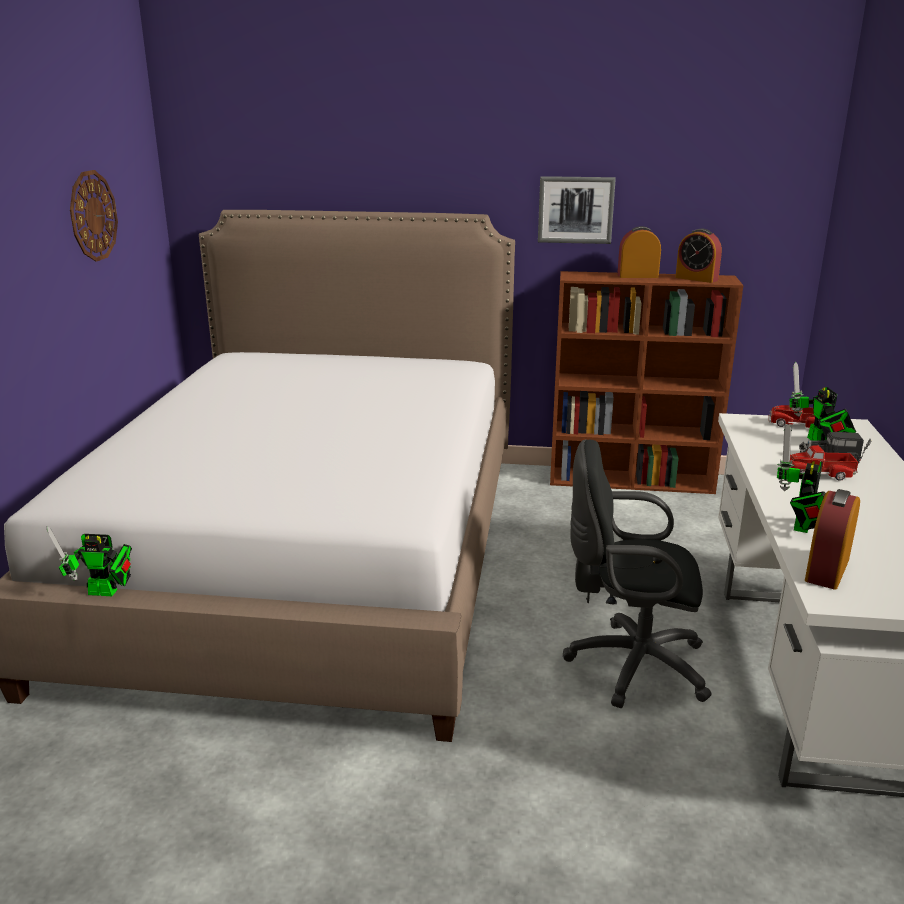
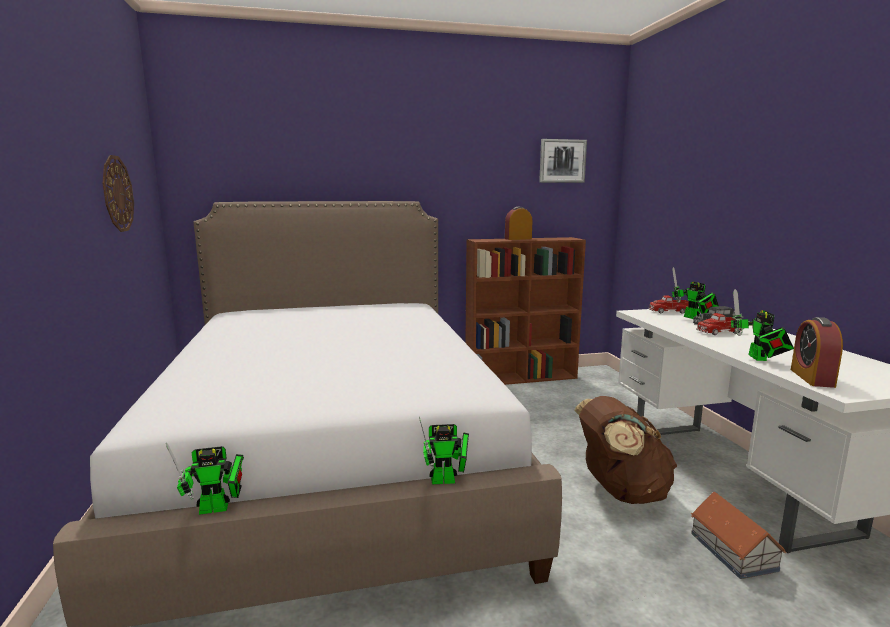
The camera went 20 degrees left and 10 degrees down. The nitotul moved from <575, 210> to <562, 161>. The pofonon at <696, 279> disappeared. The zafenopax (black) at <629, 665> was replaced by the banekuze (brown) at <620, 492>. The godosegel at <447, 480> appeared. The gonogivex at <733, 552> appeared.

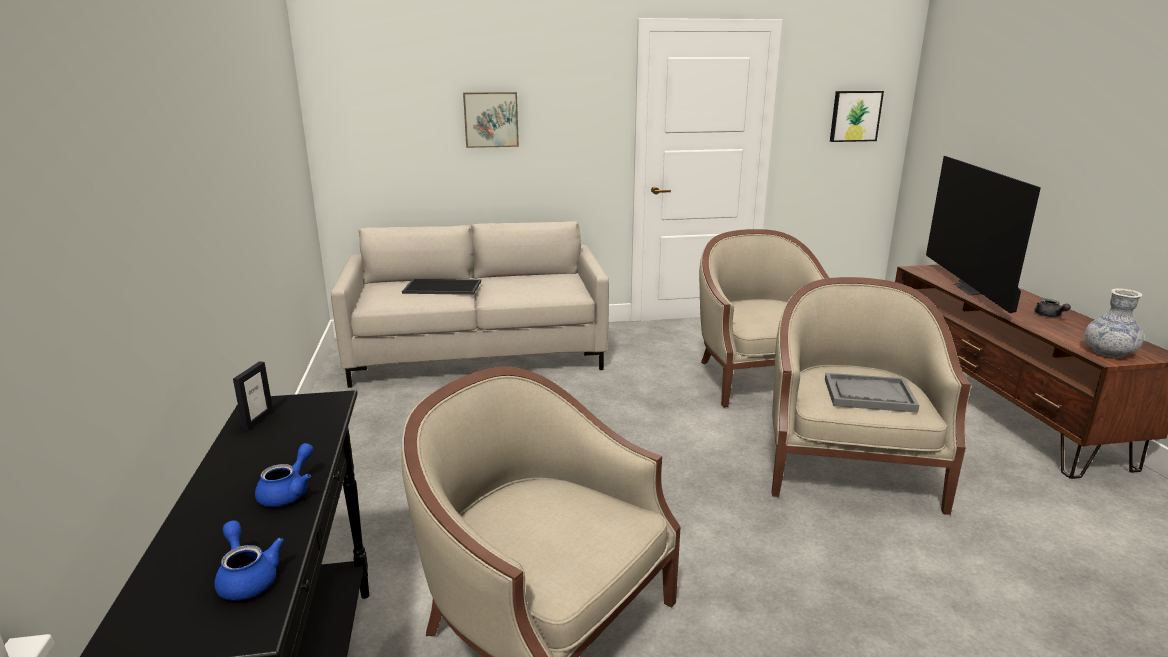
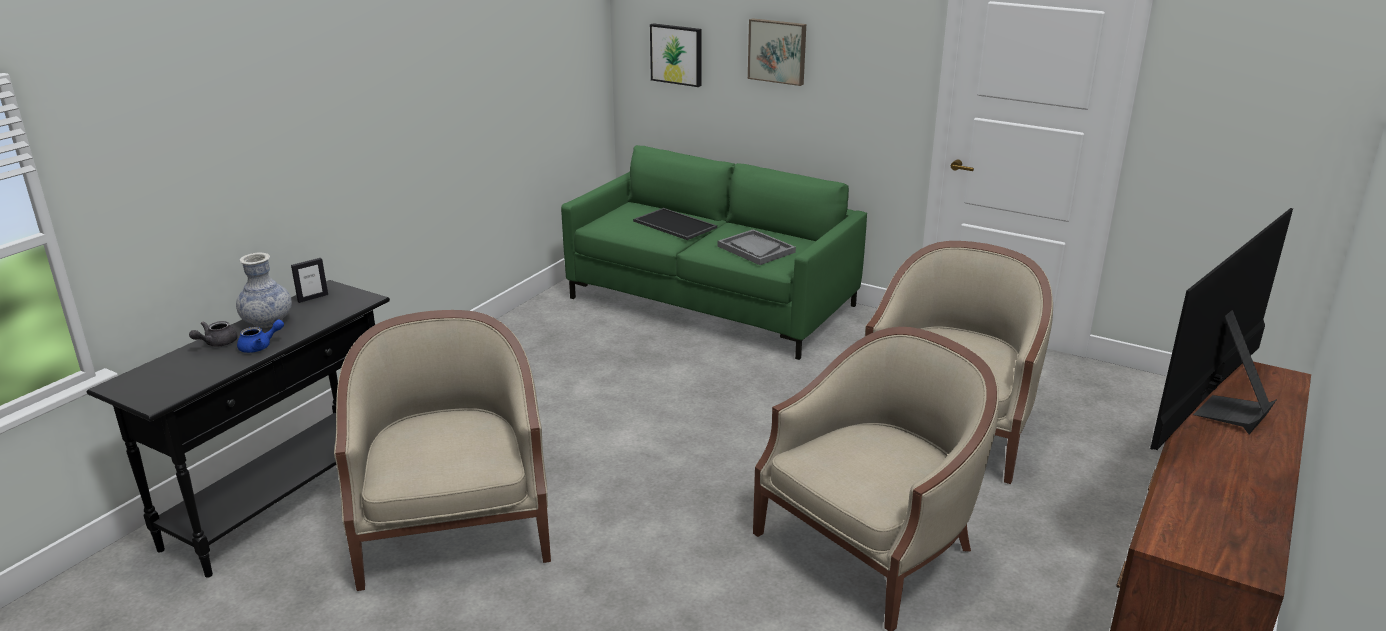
The camera went 40 degrees right and 5 degrees up. The nitotul moved from <855, 116> to <677, 54>. The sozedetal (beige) at <478, 353> became the sozedetal (green) at <712, 302>. The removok moved from <1108, 353> to <267, 321>. The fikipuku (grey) moved from <1049, 316> to <216, 343>. The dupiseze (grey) moved from <868, 395> to <756, 249>. The fikipuku (blue) at <247, 578> disappeared.

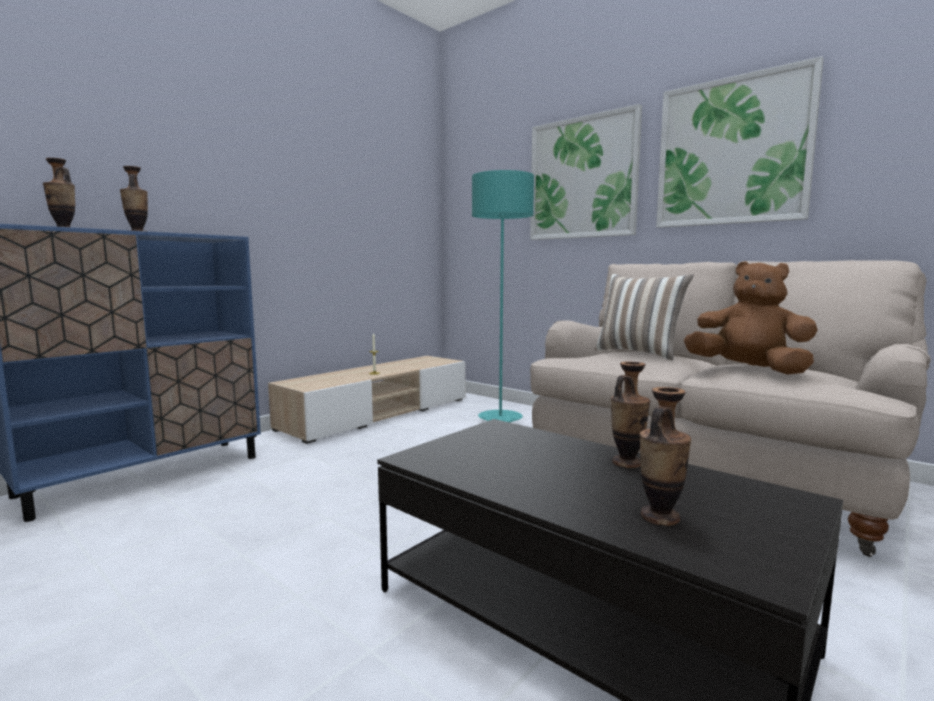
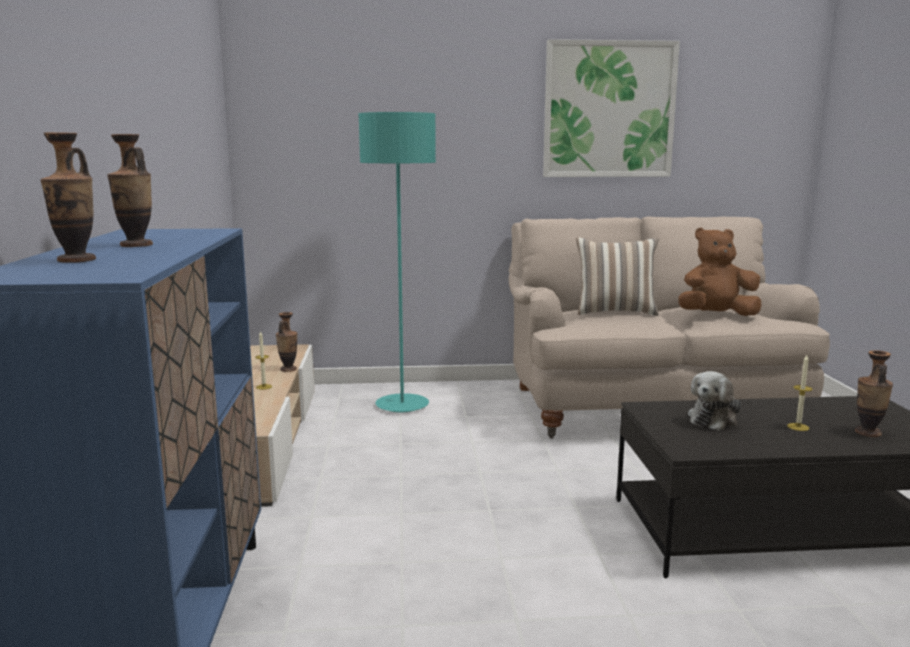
The camera went 45 degrees left and 5 degrees up. The nitotul at <582, 178> disappeared. The removok moved from <627, 463> to <288, 369>. The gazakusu at <798, 427> appeared. The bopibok at <714, 419> appeared.

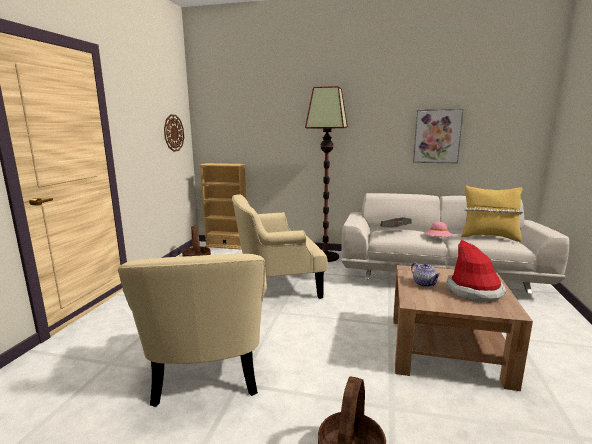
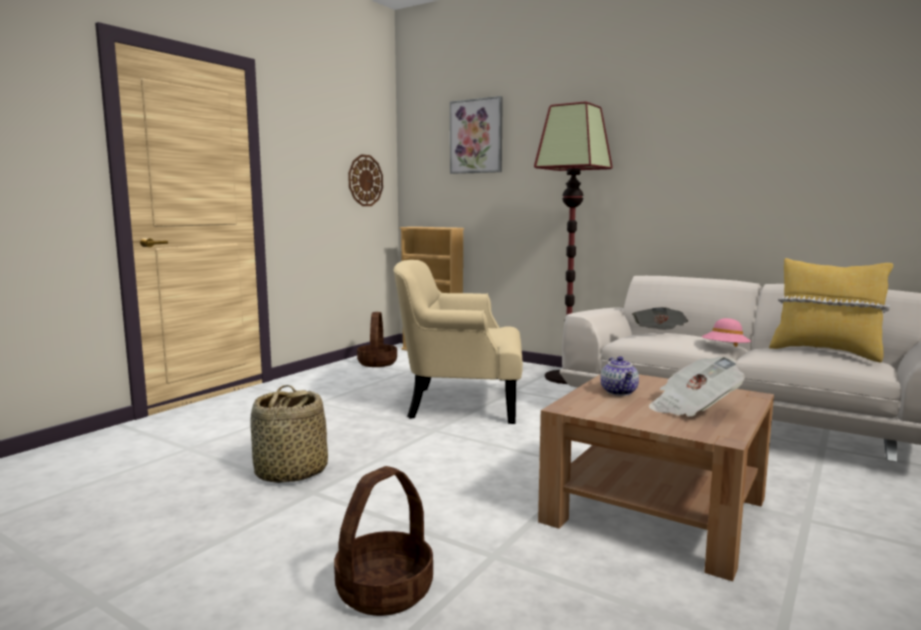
The camera went 20 degrees right and 5 degrees down. The nitotul moved from <437, 136> to <476, 136>. The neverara at <474, 291> was replaced by the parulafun at <692, 408>. The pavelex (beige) at <208, 369> was replaced by the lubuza at <290, 472>.

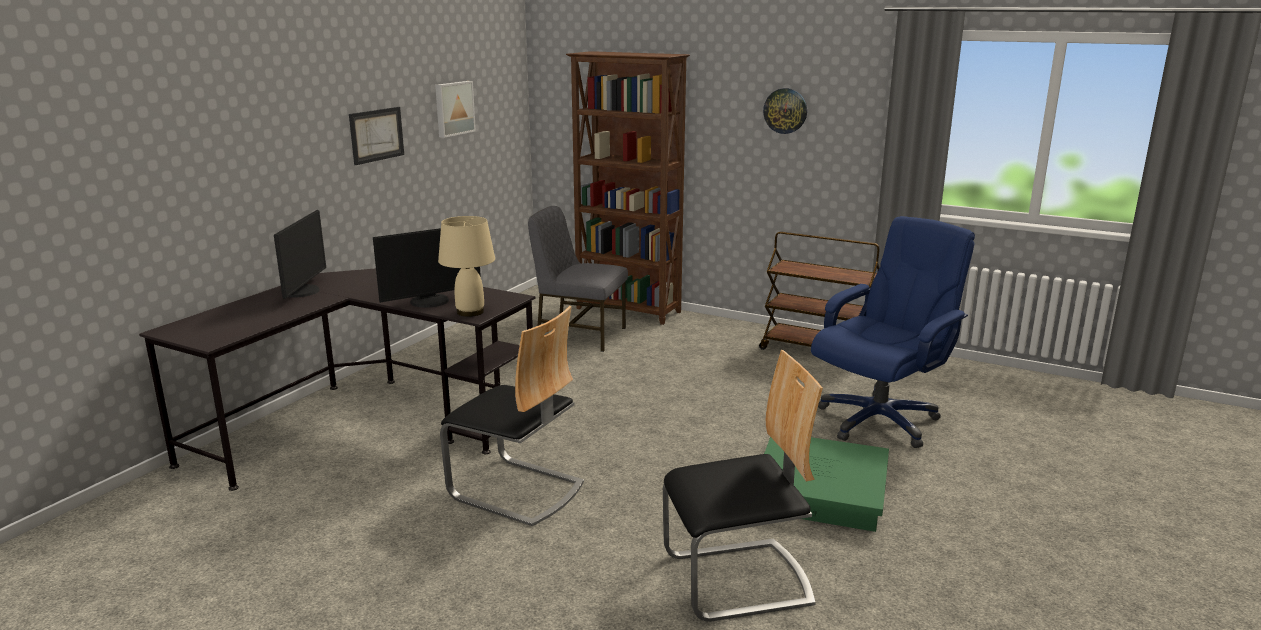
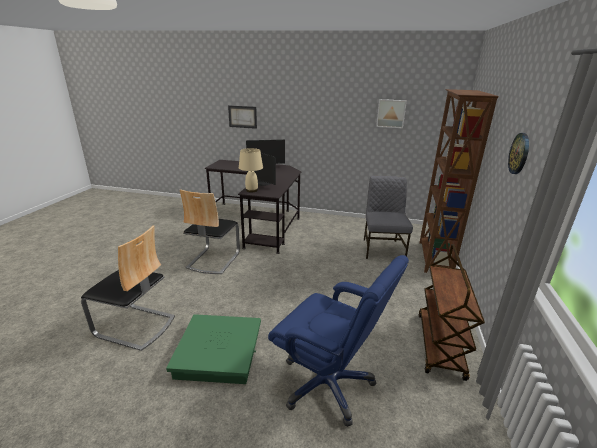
The camera went 75 degrees right and 5 degrees up. The nitotul moved from <376, 135> to <242, 117>. The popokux at <738, 580> turned 45 degrees counterclockwise.

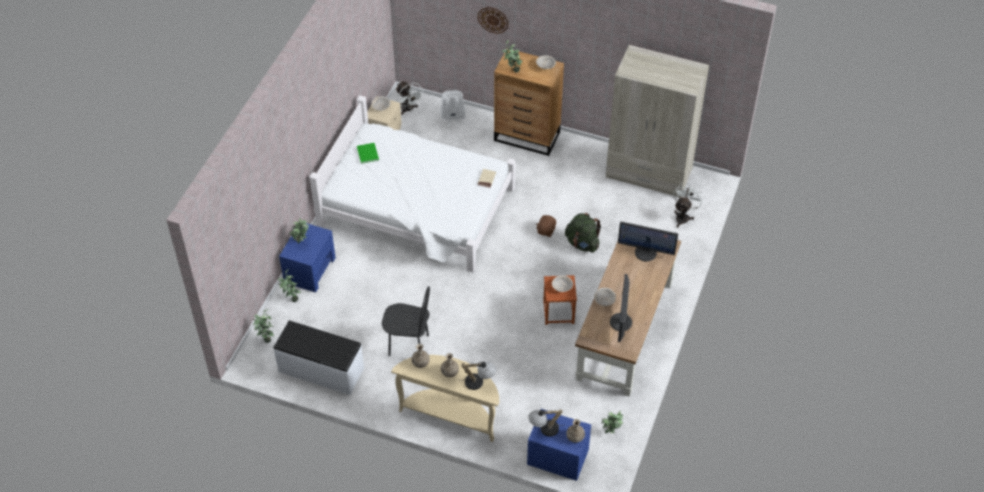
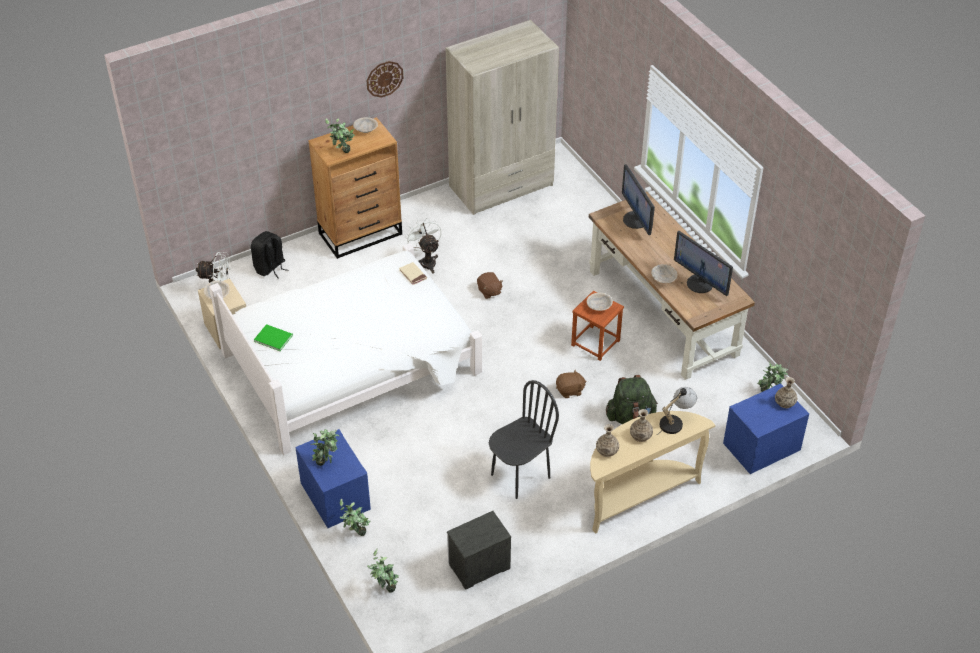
The camera went 50 degrees left and 5 degrees down. The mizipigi moved from <493, 20> to <384, 78>. The banekuze (white) at <452, 117> became the banekuze (black) at <270, 268>. The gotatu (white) moved from <683, 216> to <426, 261>. The banekuze (green) moved from <582, 243> to <630, 416>. The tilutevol at <646, 252> turned 105 degrees clockwise. The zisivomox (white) at <321, 370> was replaced by the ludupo at <478, 566>. The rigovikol at <544, 429> disappeared. The bopibok (brown) at <570, 391> appeared.

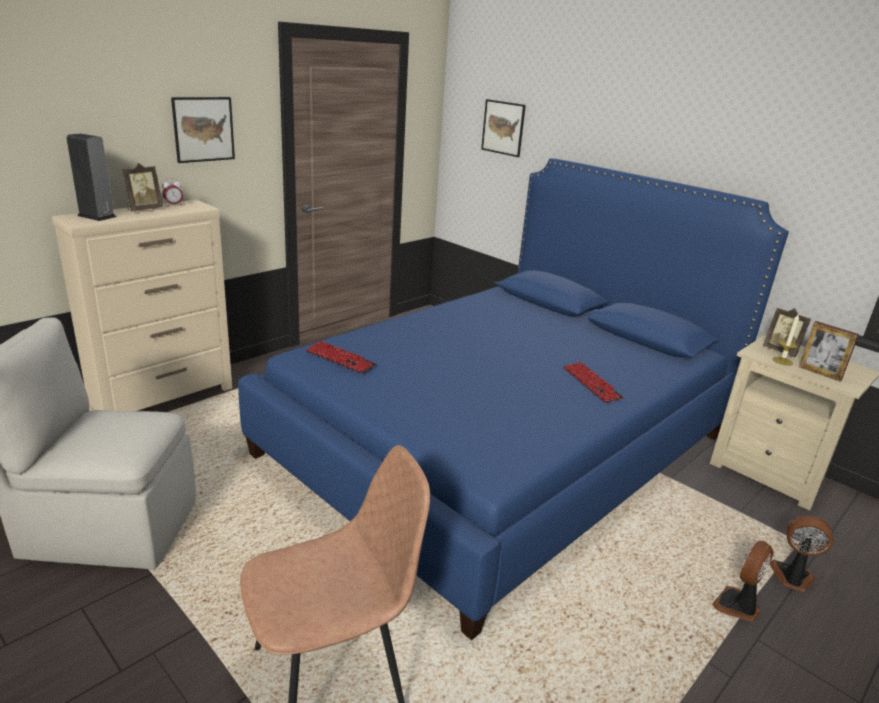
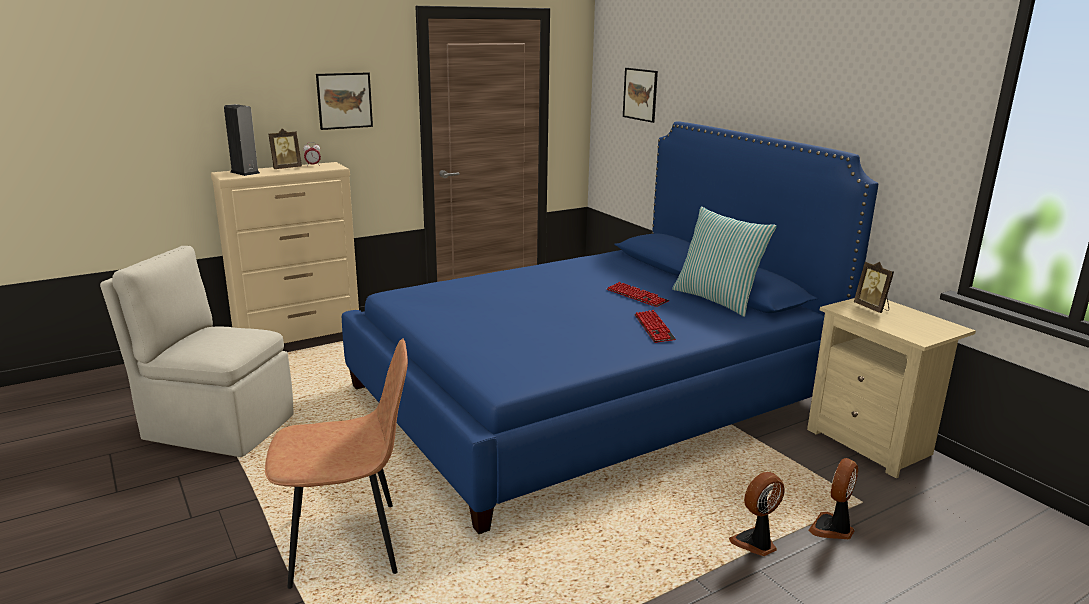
The camera went 15 degrees right and 5 degrees down. The gazakusu at <782, 361> disappeared. The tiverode at <819, 373> disappeared. The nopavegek moved from <340, 359> to <637, 296>. The gotatu at <791, 578> turned 90 degrees counterclockwise. The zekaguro at <717, 300> appeared.

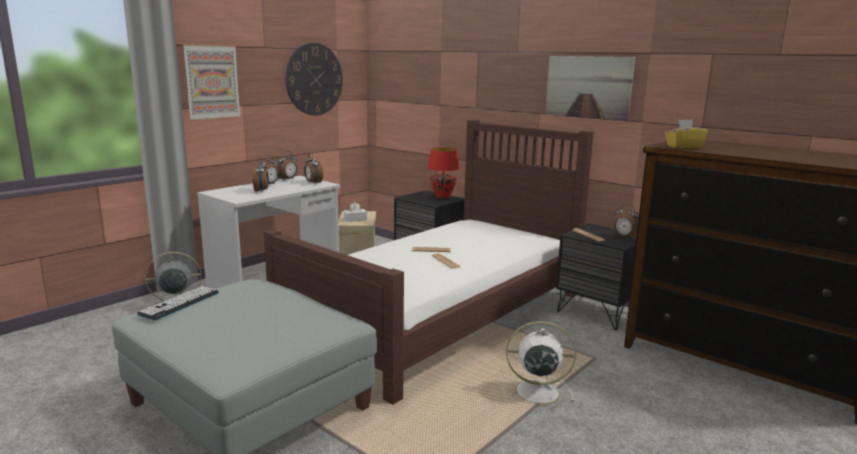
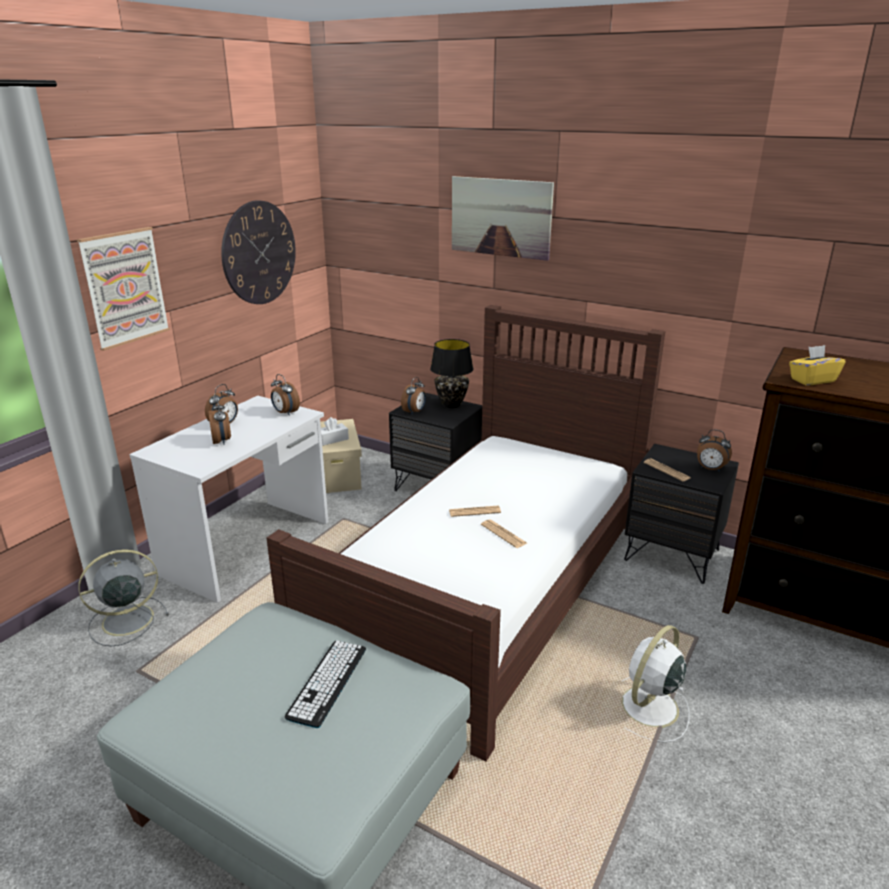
The camera went 10 degrees left and 10 degrees up. The nitotul moved from <588, 87> to <501, 217>. The rigovikol (red) at <442, 196> became the rigovikol (black) at <451, 405>. The pofonon moved from <287, 179> to <414, 412>. The nopavegek moved from <180, 303> to <327, 682>. The gotatu (white) at <535, 392> turned 45 degrees counterclockwise.

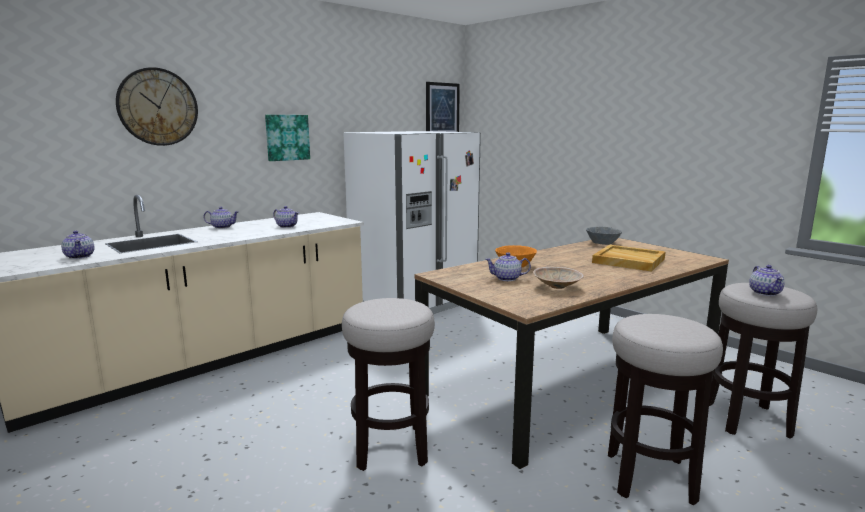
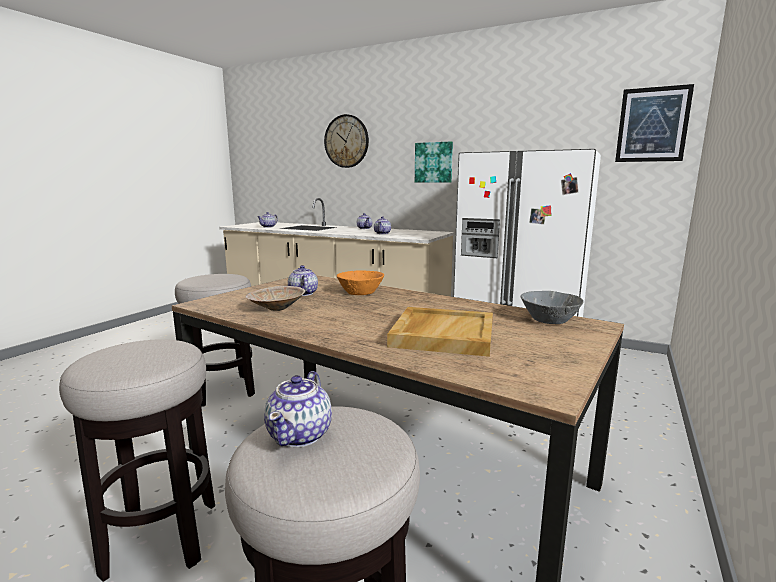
The camera went 70 degrees right and 0 degrees up. The fikipuku at <765, 293> turned 60 degrees counterclockwise.

